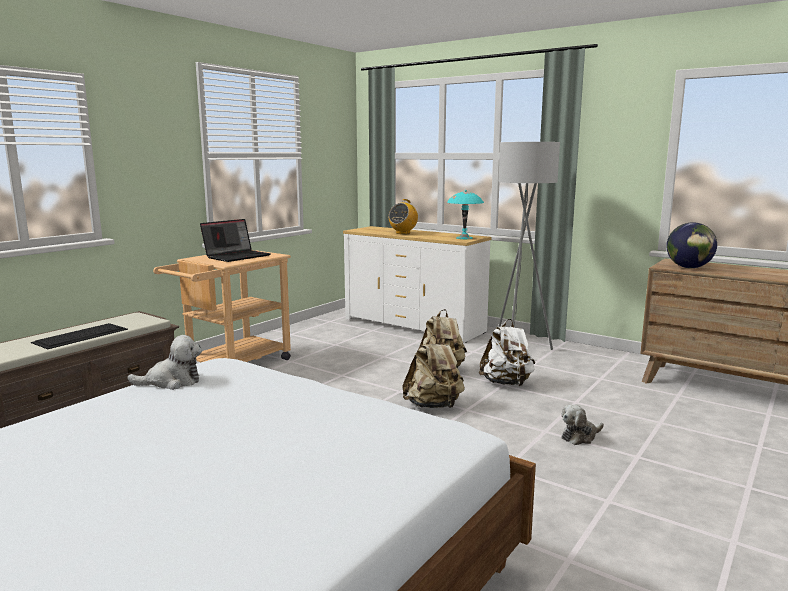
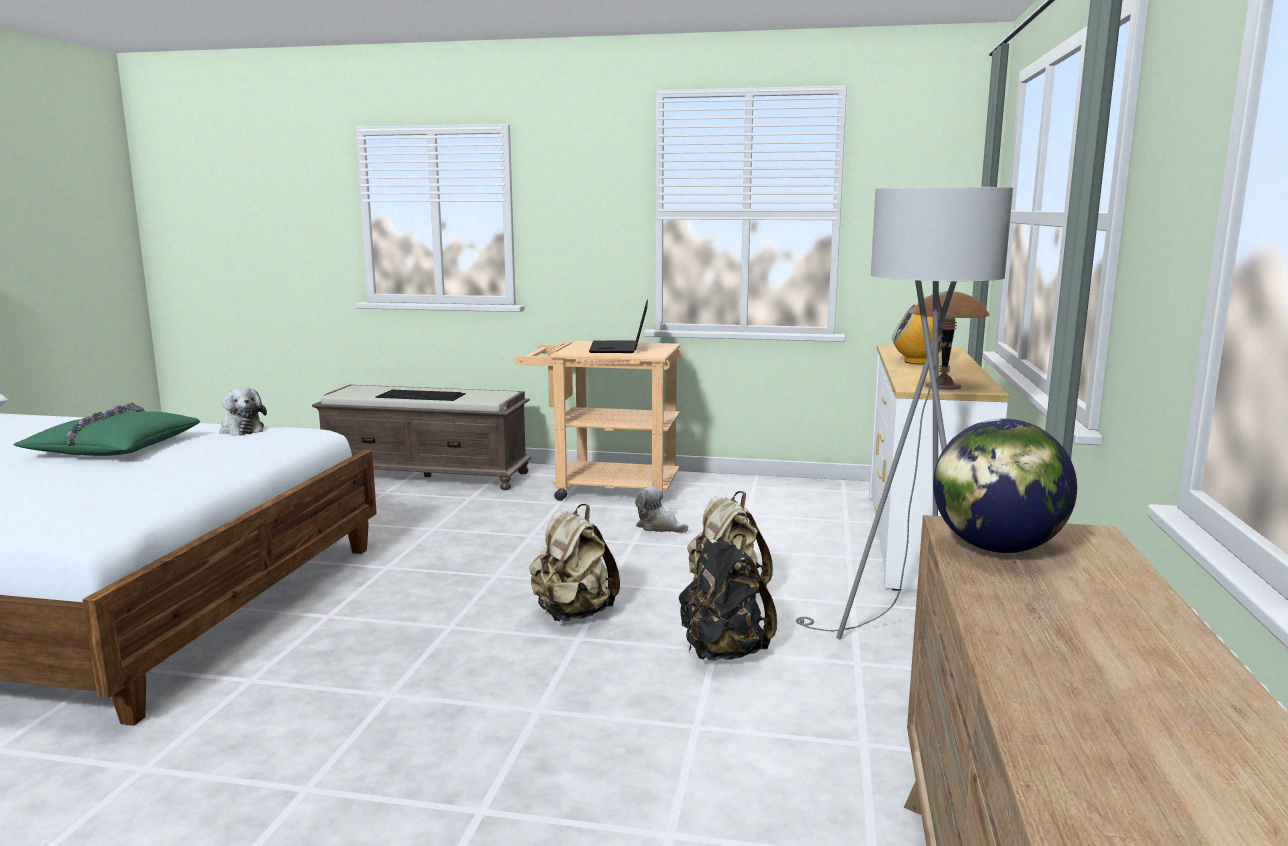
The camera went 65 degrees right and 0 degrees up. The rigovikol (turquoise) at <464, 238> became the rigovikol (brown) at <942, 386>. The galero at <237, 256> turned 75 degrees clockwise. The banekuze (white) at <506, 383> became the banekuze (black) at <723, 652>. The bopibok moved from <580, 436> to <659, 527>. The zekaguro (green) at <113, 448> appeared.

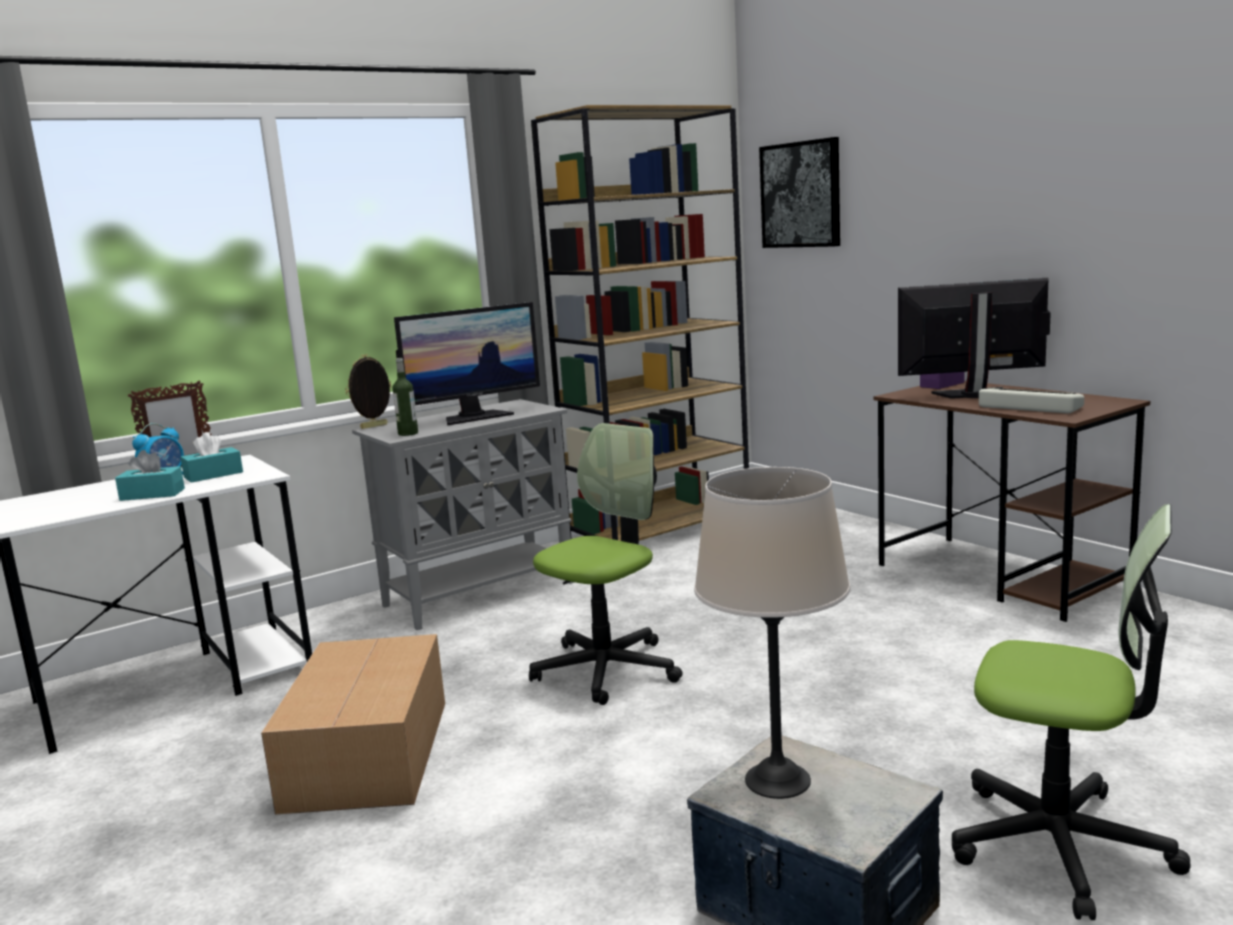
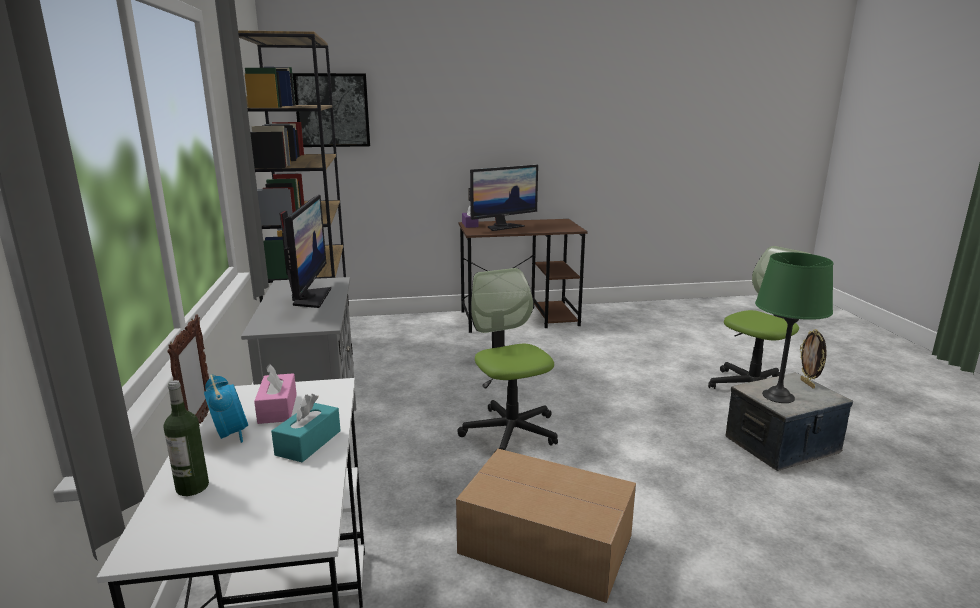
The camera went 65 degrees left and 5 degrees up. The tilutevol at <973, 394> turned 150 degrees counterclockwise. The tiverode moved from <374, 426> to <808, 384>. The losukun moved from <408, 433> to <192, 487>. The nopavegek at <1028, 407> disappeared. The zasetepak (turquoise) at <213, 475> became the zasetepak (pink) at <277, 408>. The rigovikol (beige) at <778, 780> became the rigovikol (green) at <778, 396>.

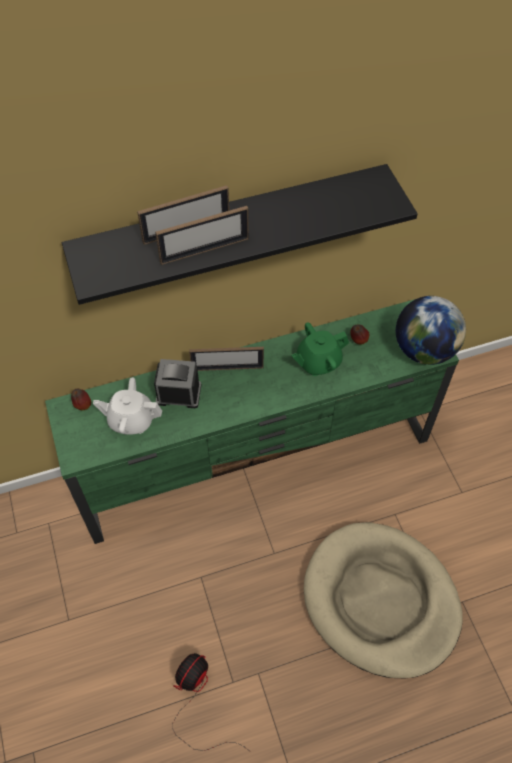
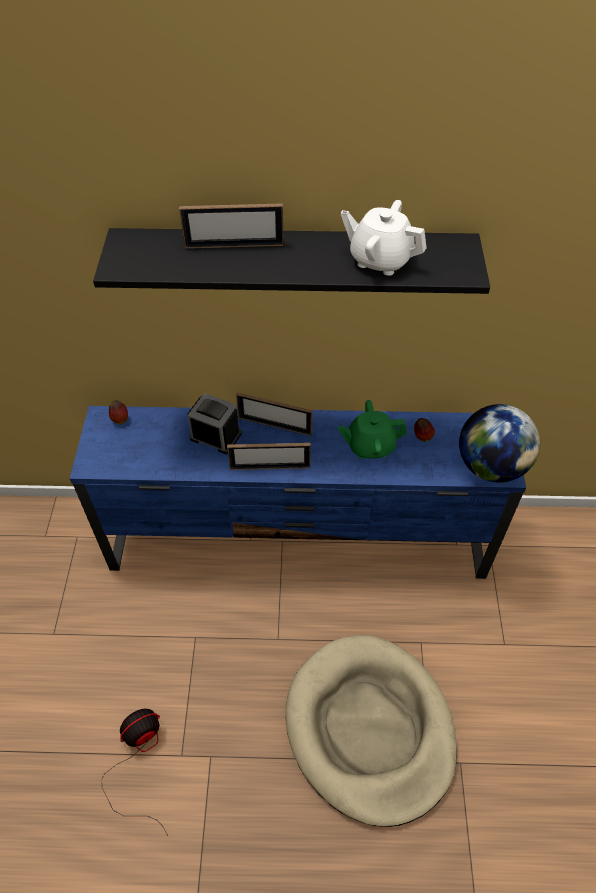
The camera went 20 degrees right and 5 degrees down. The tiverode moved from <204, 250> to <270, 467>. The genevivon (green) at <257, 459> became the genevivon (blue) at <299, 540>. The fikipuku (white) moved from <131, 420> to <380, 260>.

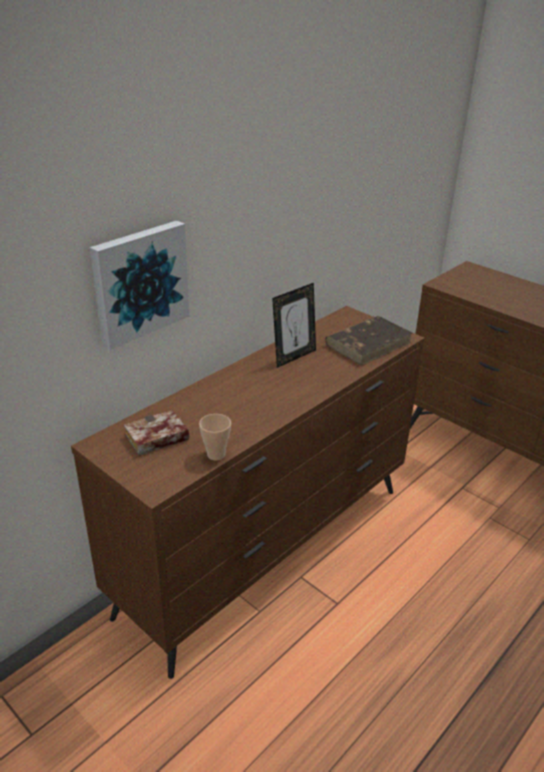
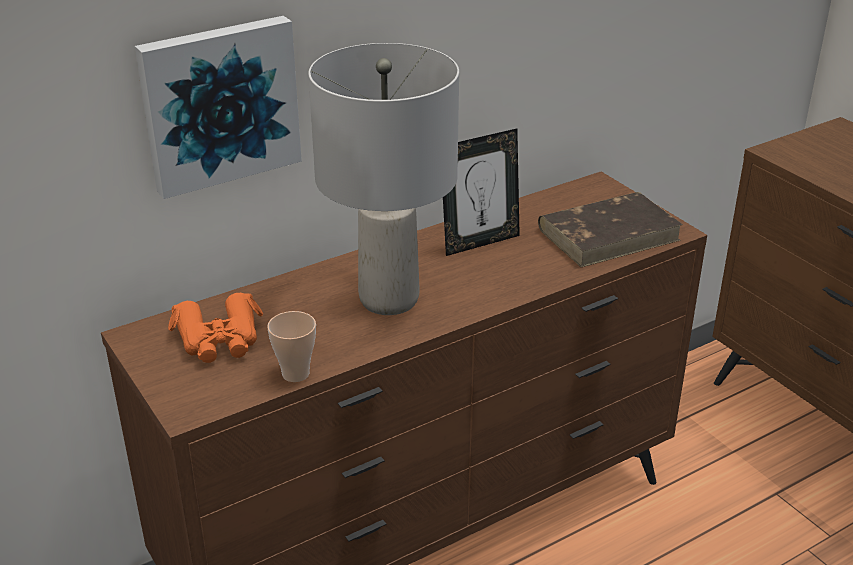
The camera went 15 degrees right and 0 degrees up. The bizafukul at <155, 439> was replaced by the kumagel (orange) at <219, 339>. The rigovikol (grey) at <388, 299> appeared.

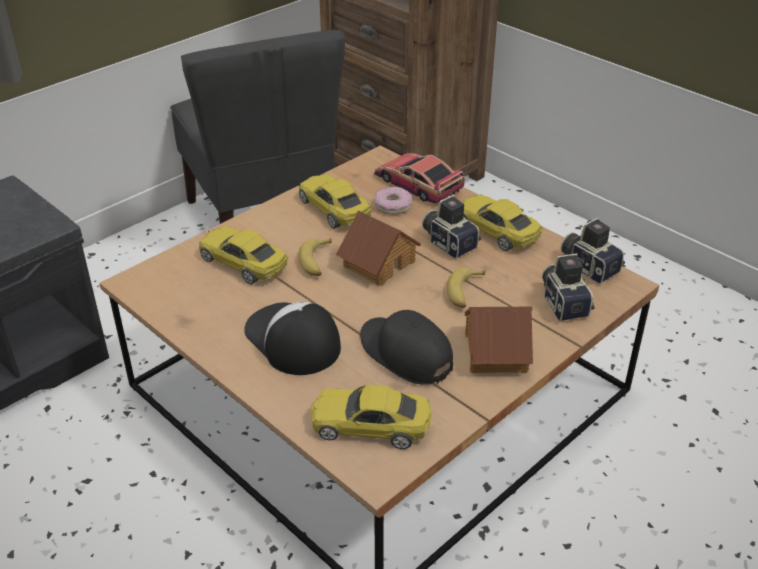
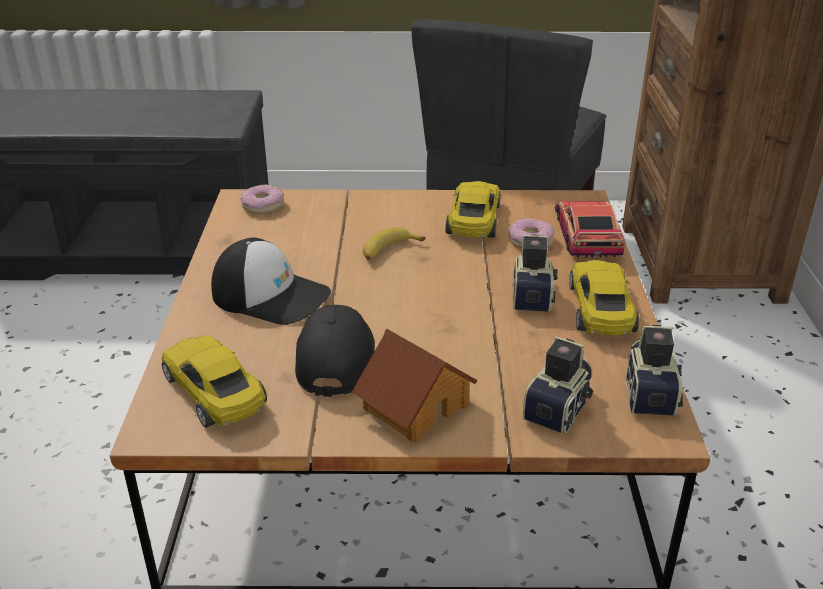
The camera went 45 degrees right and 5 degrees down. The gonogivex at <378, 263> disappeared. The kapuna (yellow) at <243, 262> disappeared. The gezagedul at <465, 293> disappeared. The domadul at <292, 340> turned 105 degrees clockwise. The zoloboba at <263, 206> appeared.

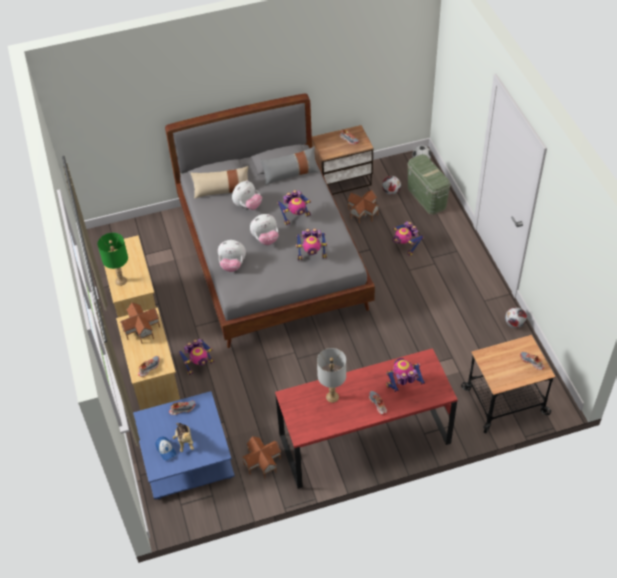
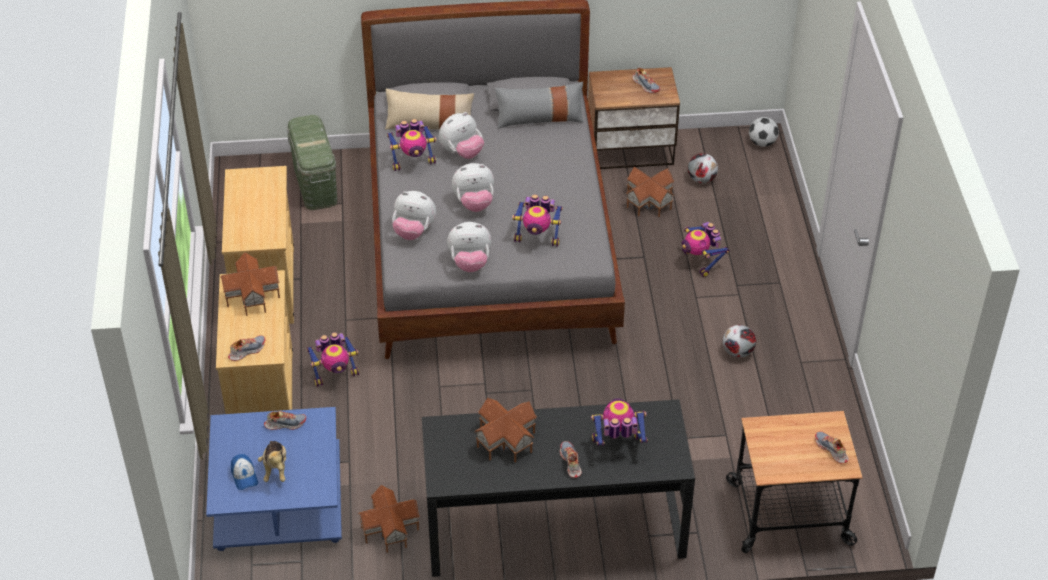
The camera went 10 degrees right and 5 degrees down. The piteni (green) moved from <427, 197> to <315, 184>. The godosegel moved from <296, 217> to <413, 162>. The rigovikol (green) at <121, 280> disappeared. The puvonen moved from <514, 324> to <738, 352>. The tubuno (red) at <364, 439> became the tubuno (black) at <554, 526>. The rigovikol (grey) at <332, 397> was replaced by the gonogivex at <504, 440>. The bopibok at <470, 263> appeared.

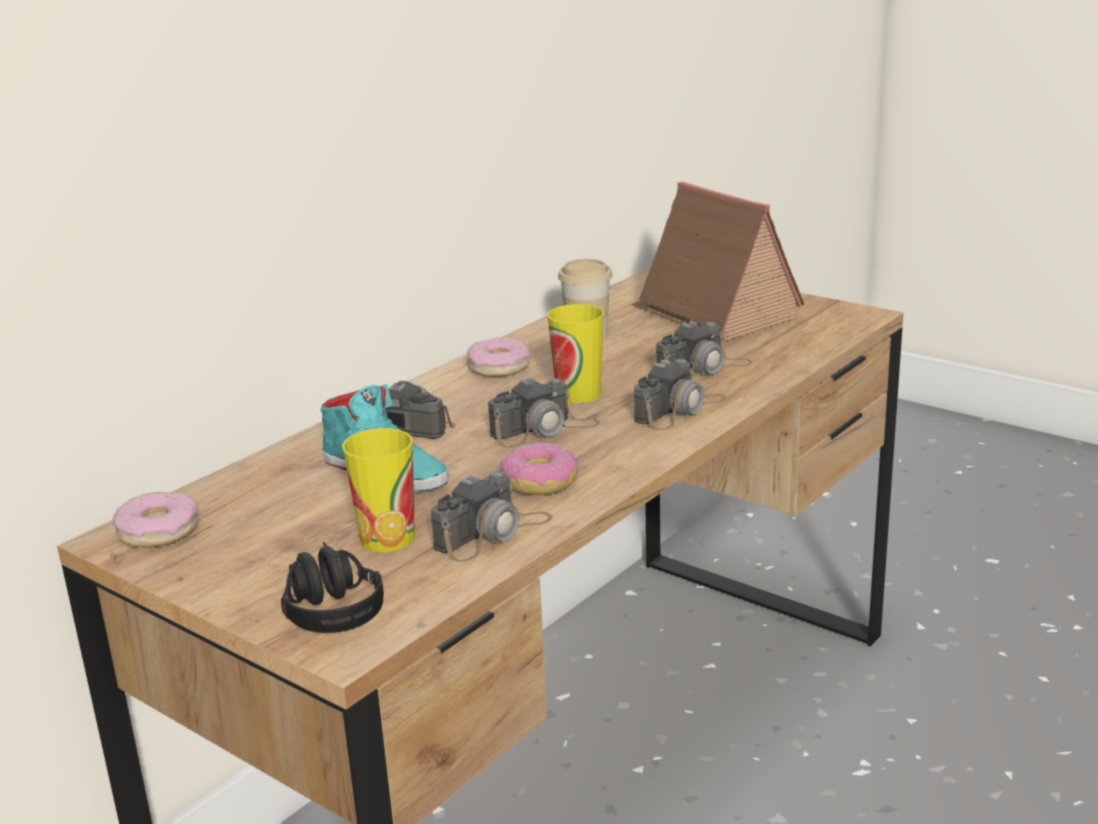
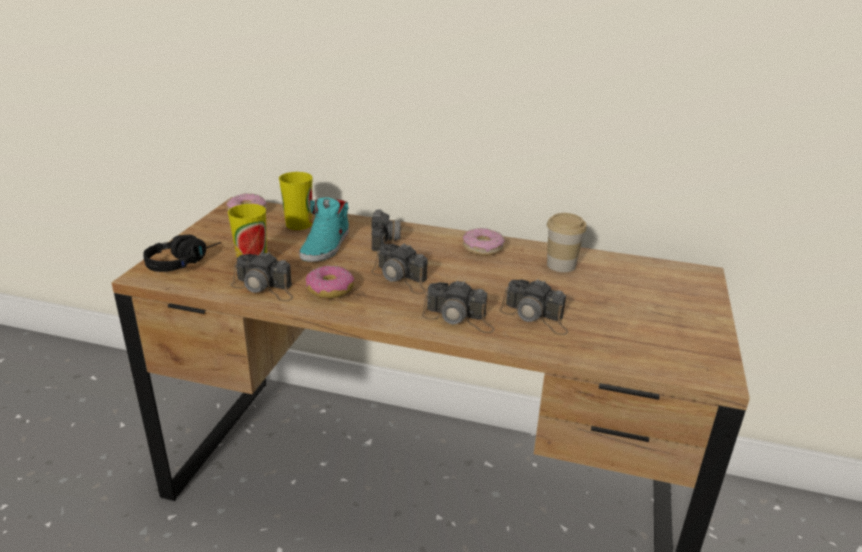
The camera went 65 degrees right and 5 degrees up. The gonogivex at <714, 313> disappeared. The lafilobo moved from <578, 394> to <298, 224>.

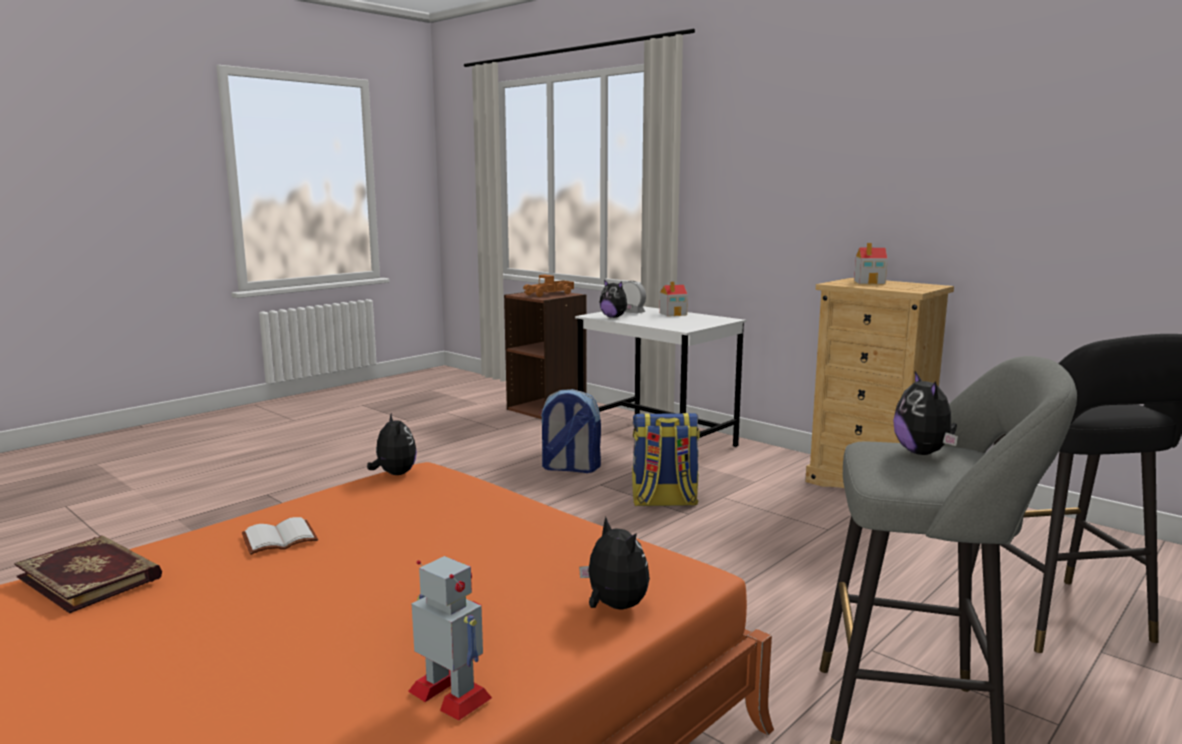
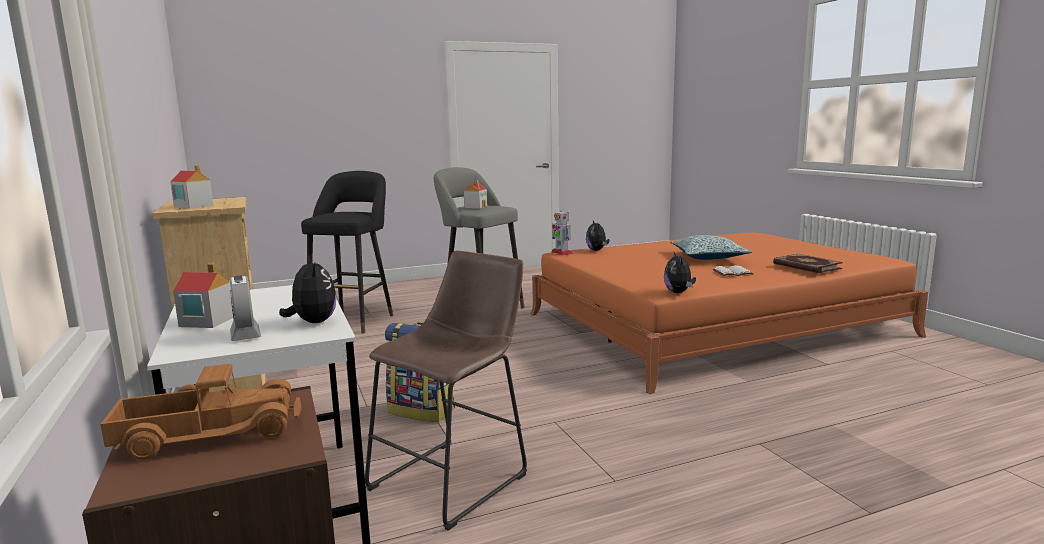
The camera went 155 degrees left and 0 degrees up. The bopibok at <923, 453> was replaced by the gonogivex at <475, 207>. The banekuze at <569, 468> was replaced by the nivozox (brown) at <455, 478>. The godosegel moved from <451, 695> to <561, 253>. The zekaguro at <708, 257> appeared.

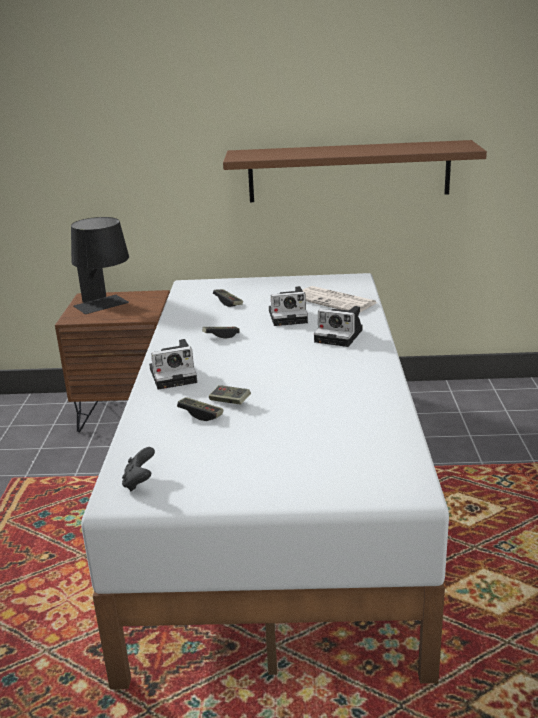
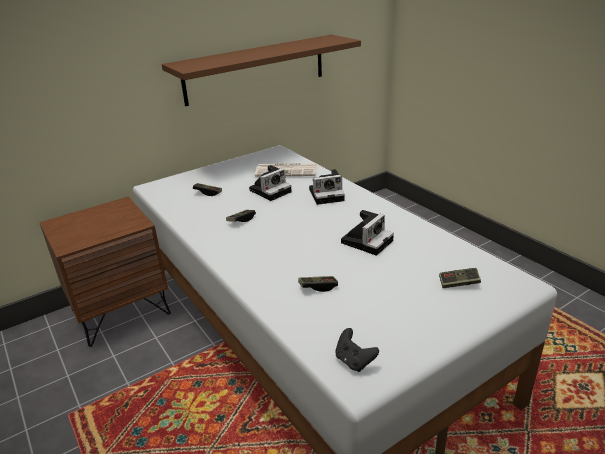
The camera went 35 degrees left and 5 degrees up. The rigovikol (black) at <106, 307> disappeared. The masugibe moved from <175, 375> to <367, 240>. The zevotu moved from <230, 401> to <459, 283>.

